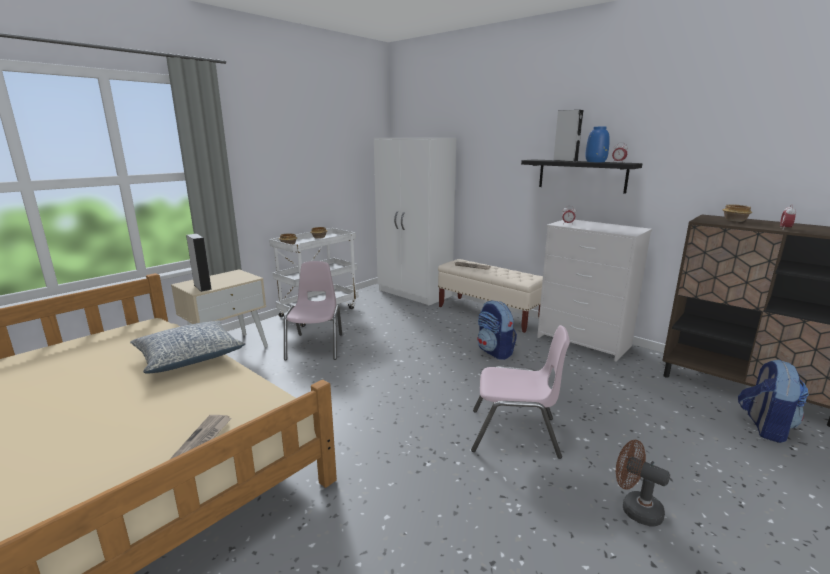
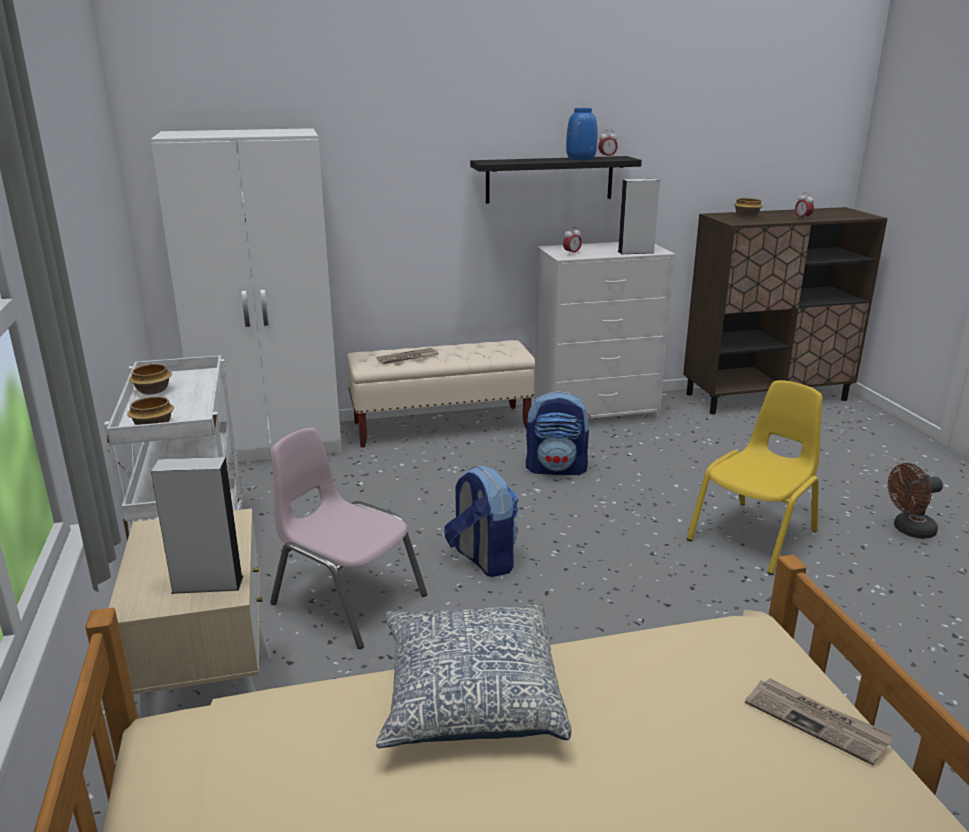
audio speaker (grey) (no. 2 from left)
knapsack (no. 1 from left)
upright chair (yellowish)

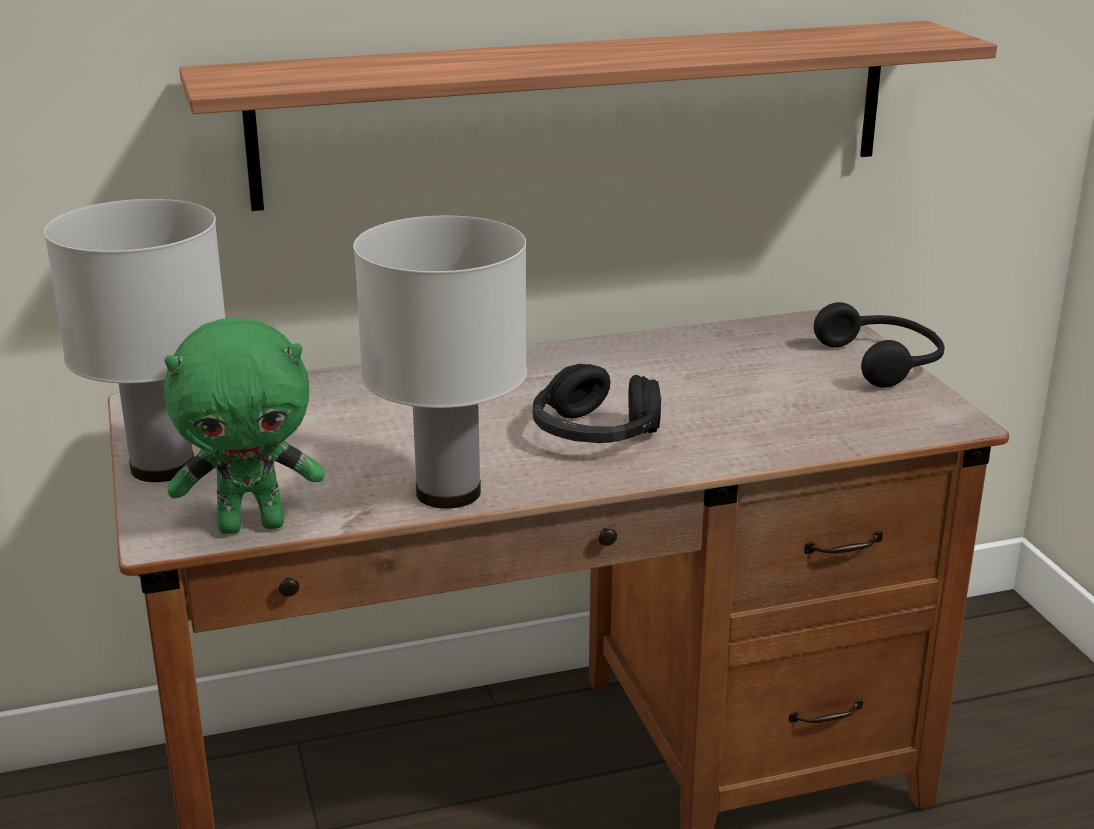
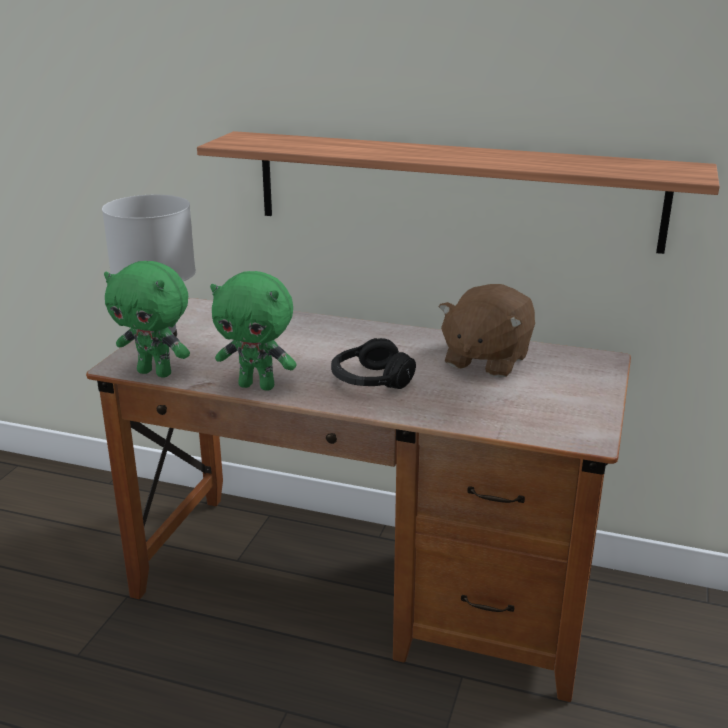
headset (black) (no. 2 from left in the first image)
plush toy (brownish)
plush toy (green-coloured) (no. 2 from left)

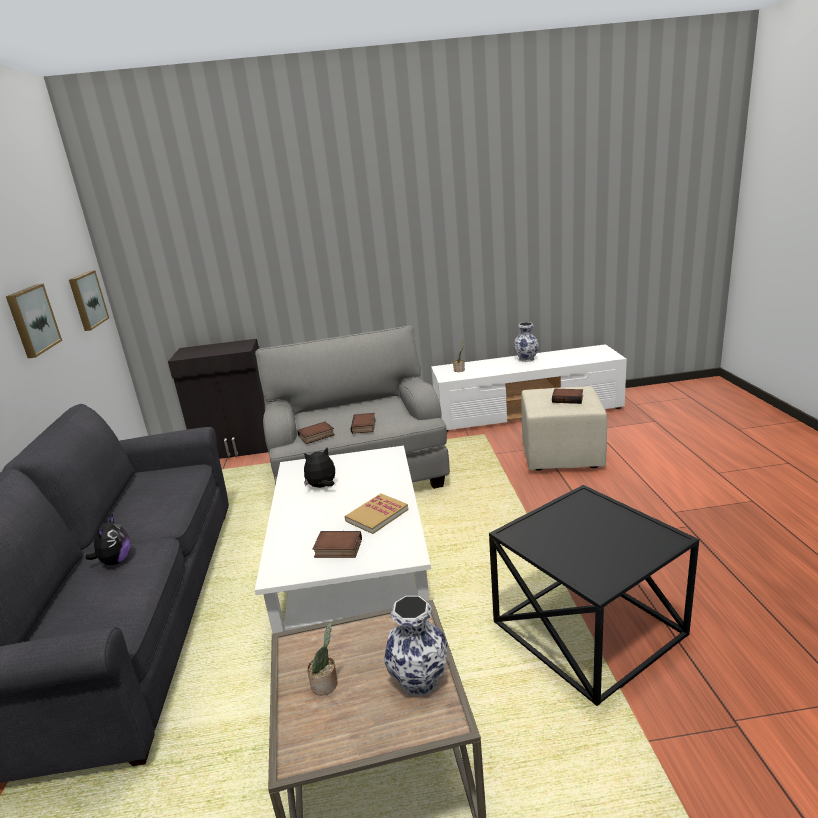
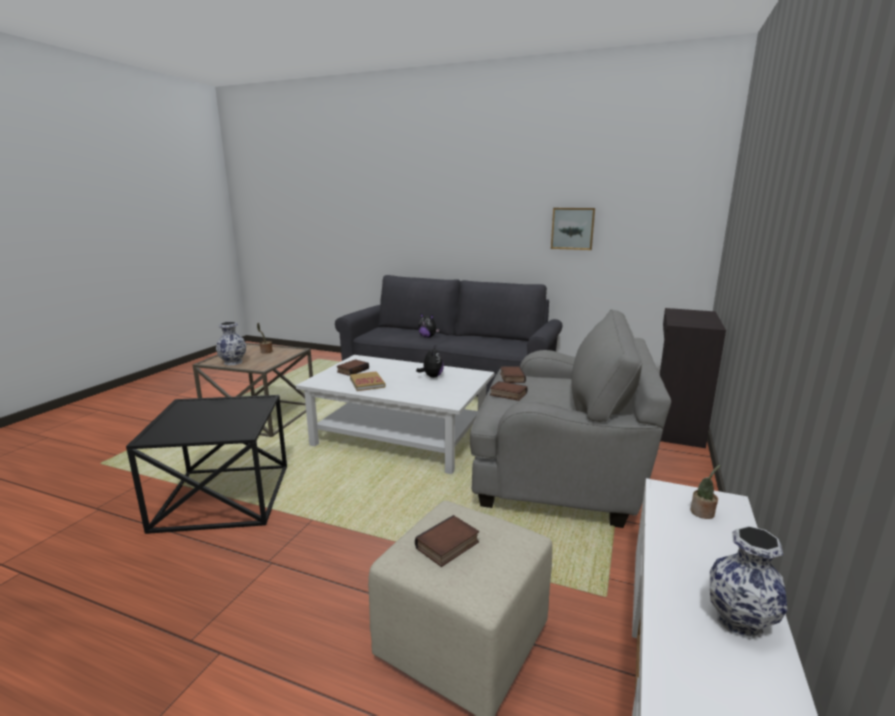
picture (no. 2 from left in the first image)

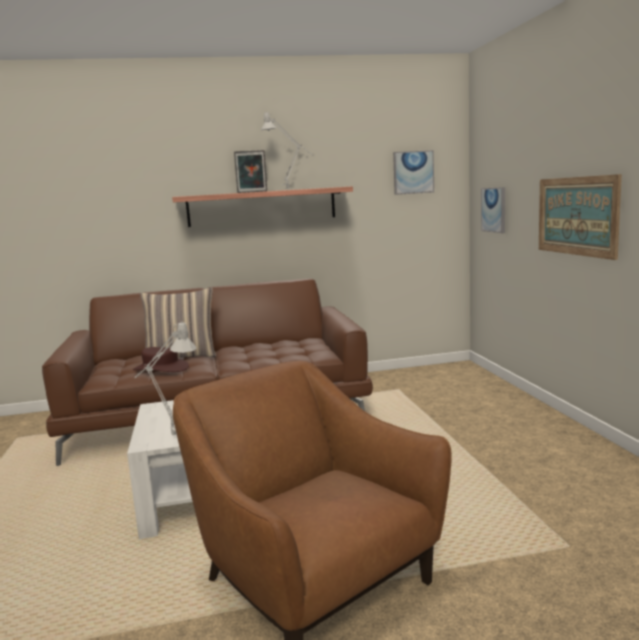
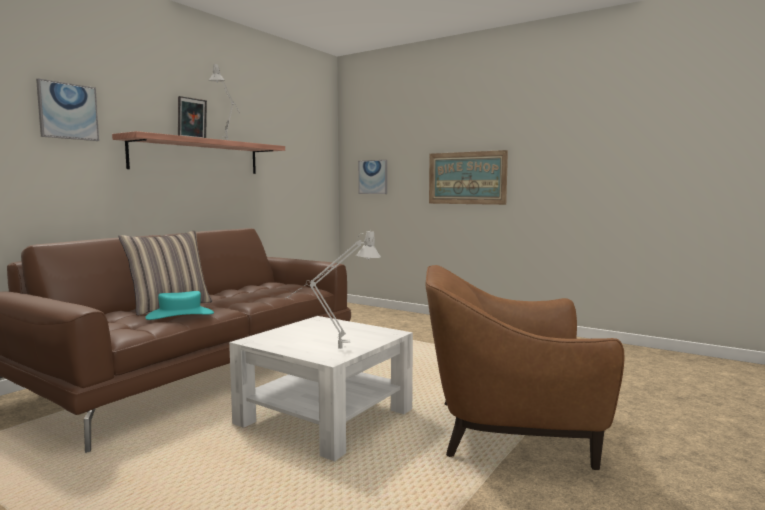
picture (no. 1 from left)
hat (turquoise)

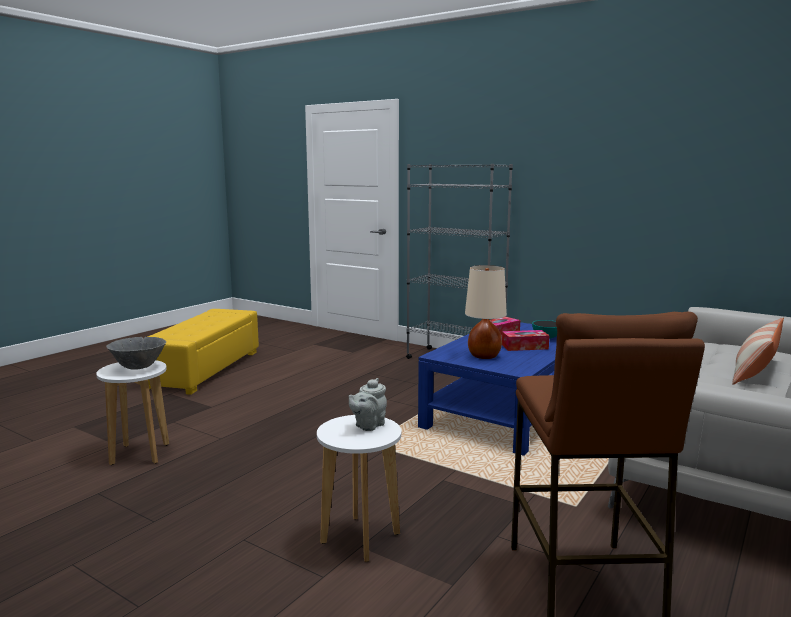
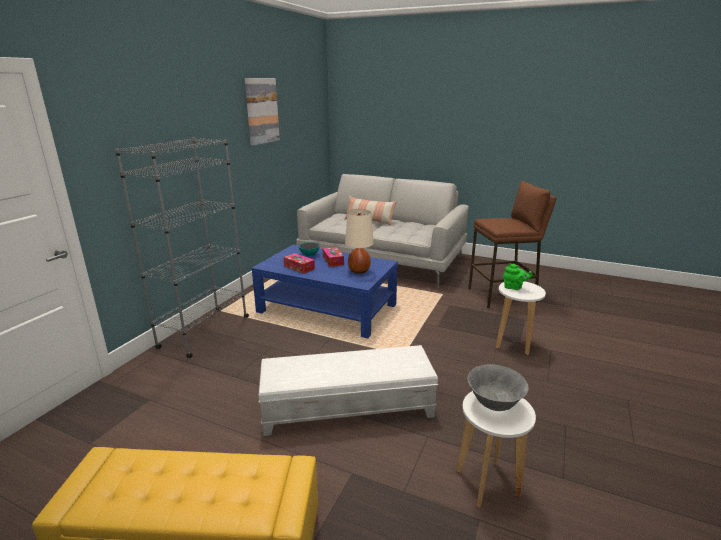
picture
pouffe (white-coloured)
teapot (green-coloured)

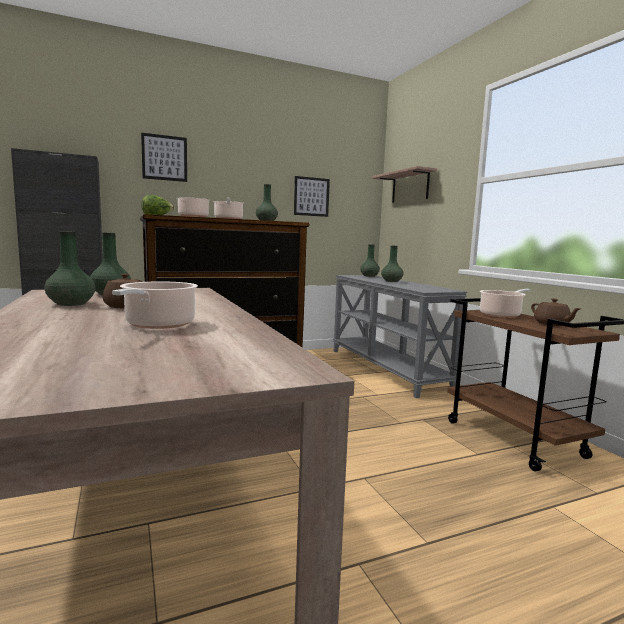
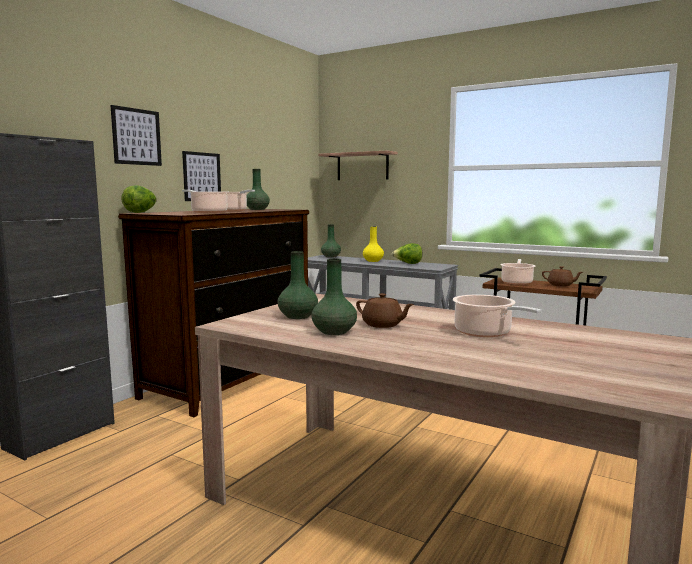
lettuce (no. 2 from left)
picture (no. 2 from left)
flower vase (yellowish)

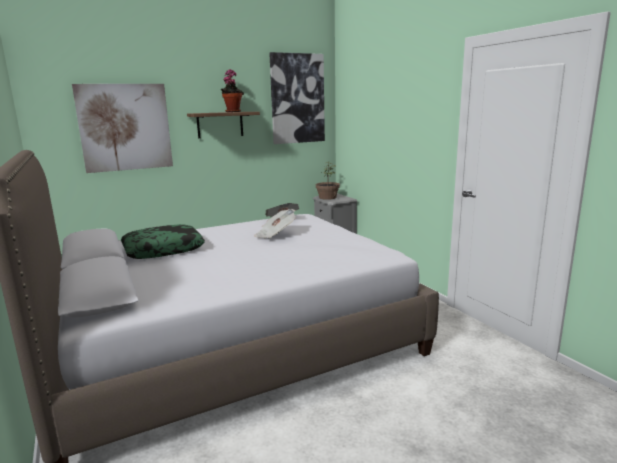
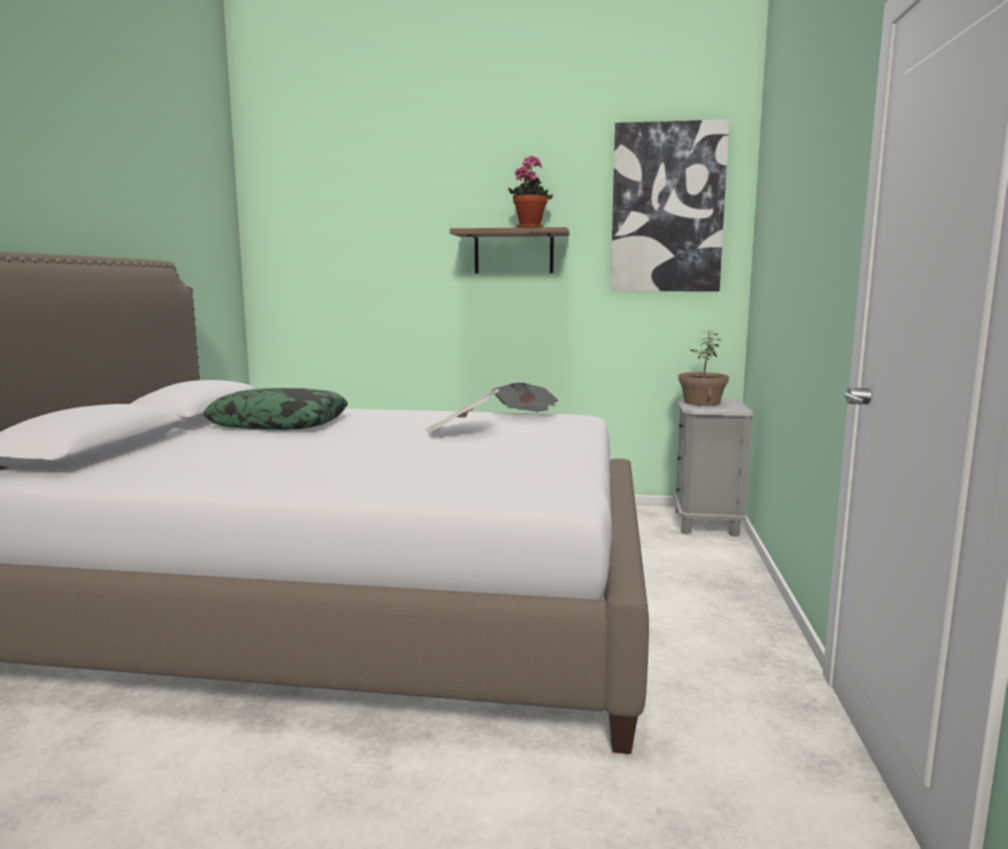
picture (no. 1 from left in the first image)

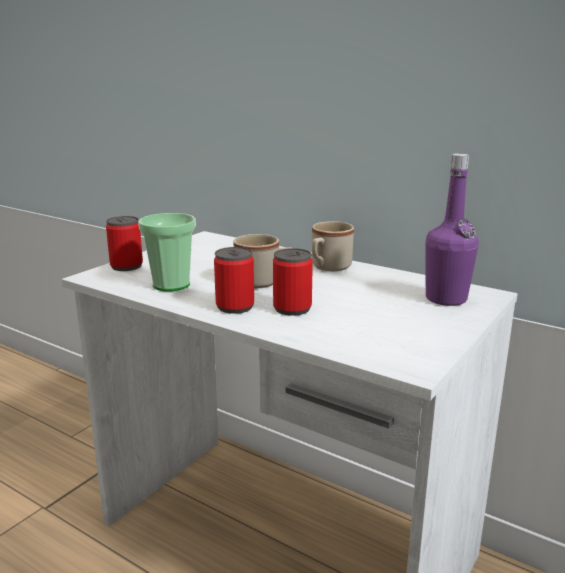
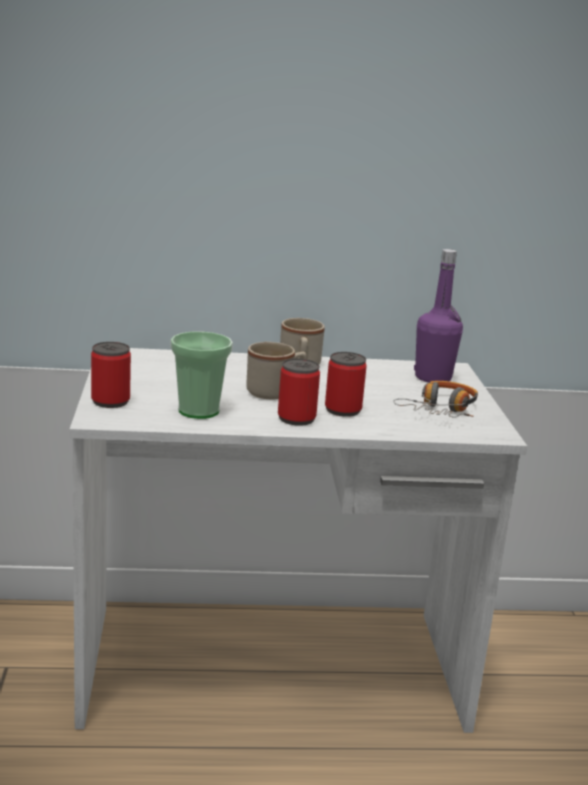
headset

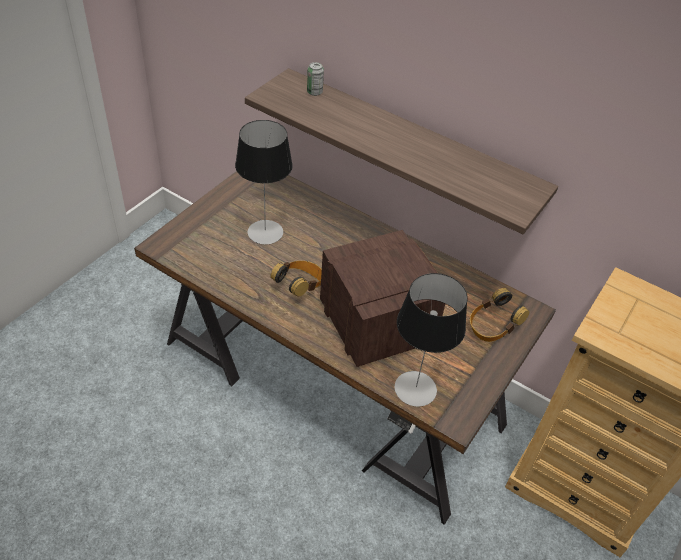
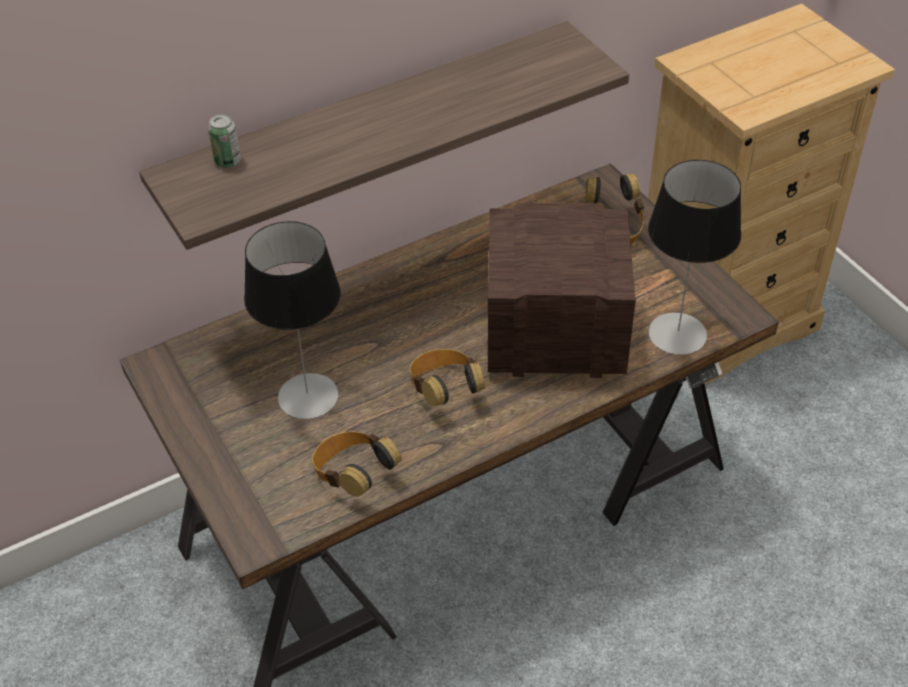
headset (no. 1 from left)

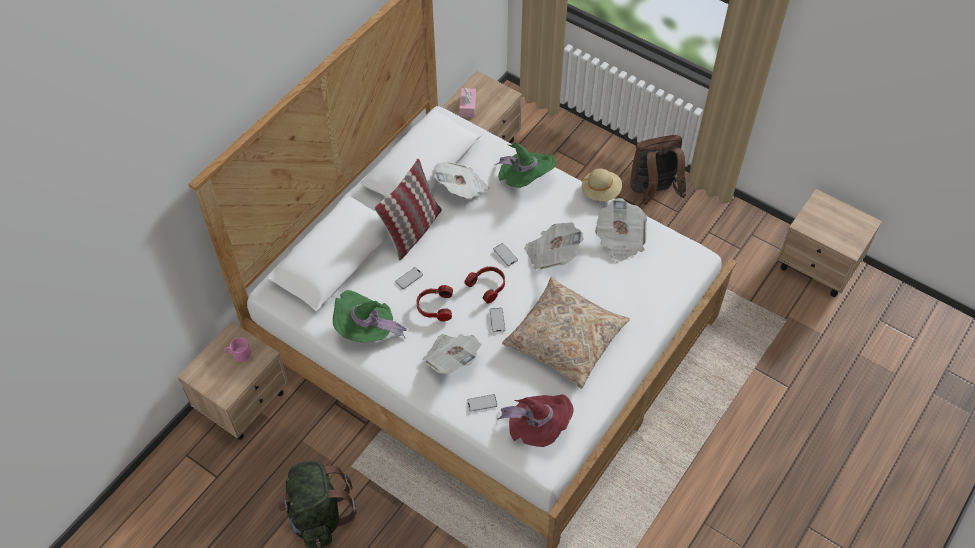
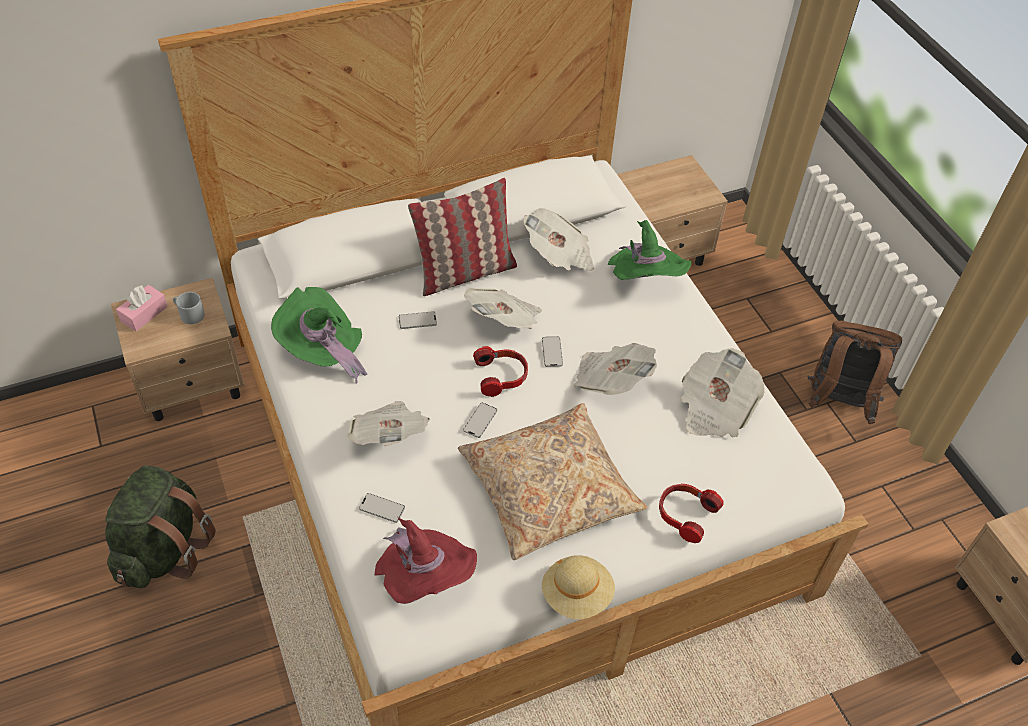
printed paper (no. 2 from left)
headset (no. 2 from left)
tissue box (pinkish)
hat (beige-coloured)
mug (grey)

